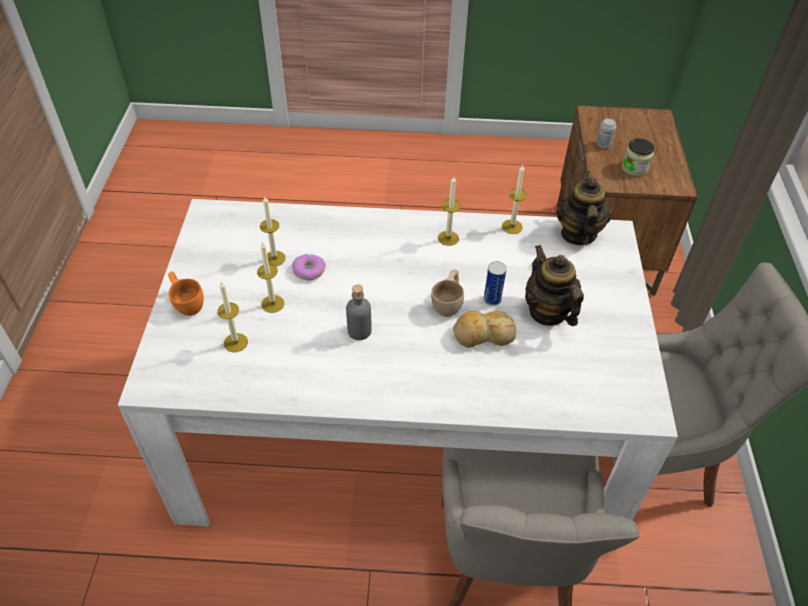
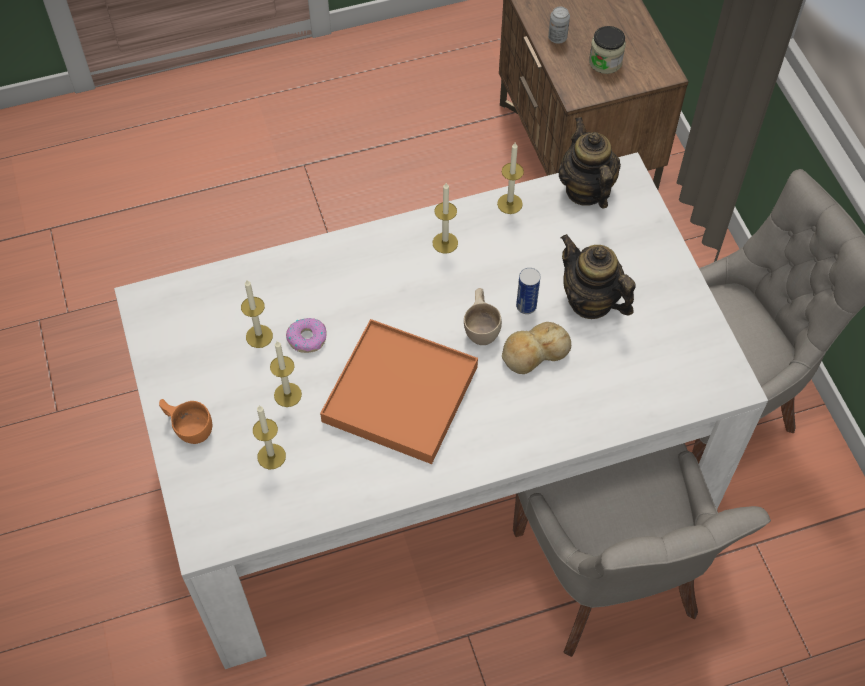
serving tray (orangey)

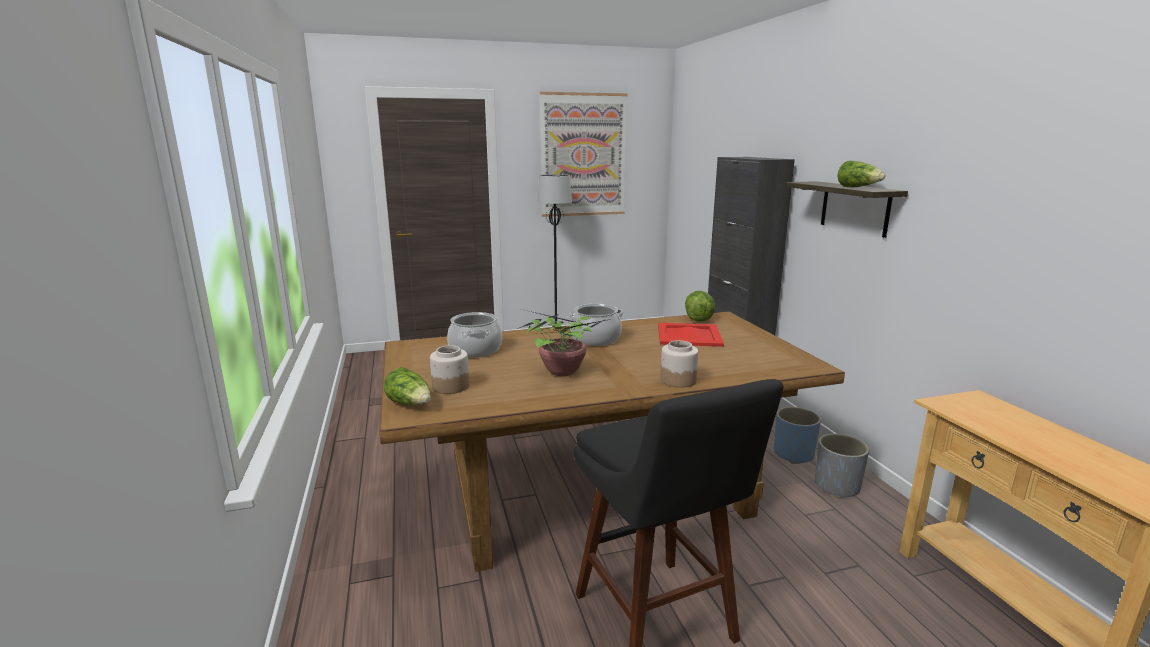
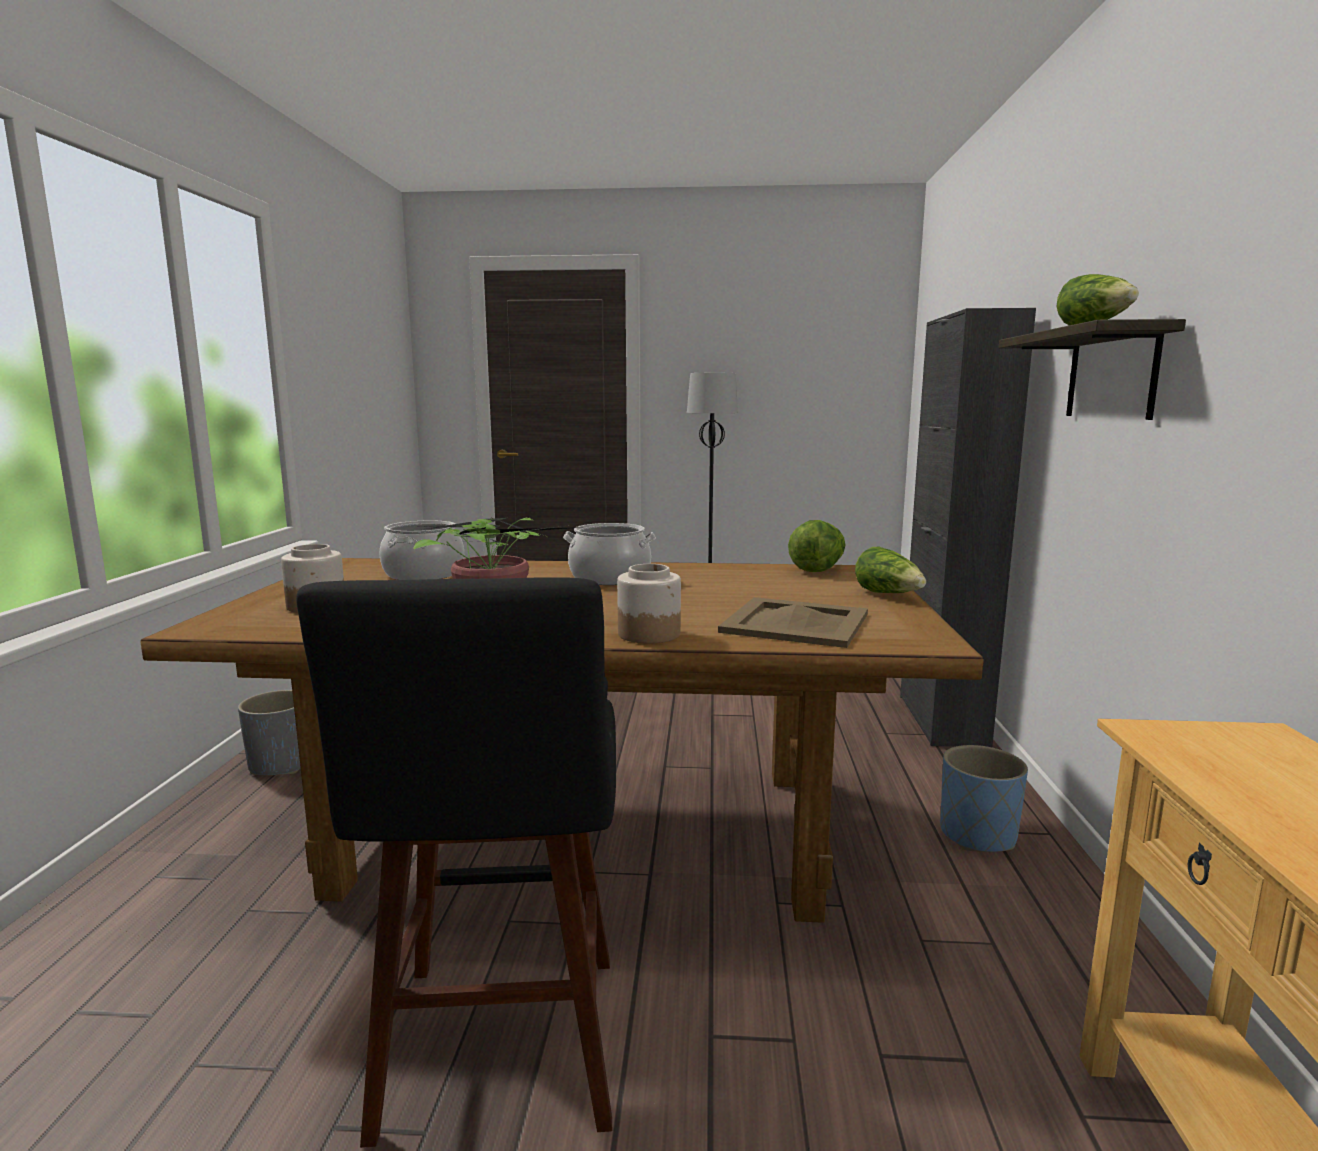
picture
serving tray (red-coloured)
serving tray (beige-coloured)
lettuce (no. 2 from left)
planter (grey)

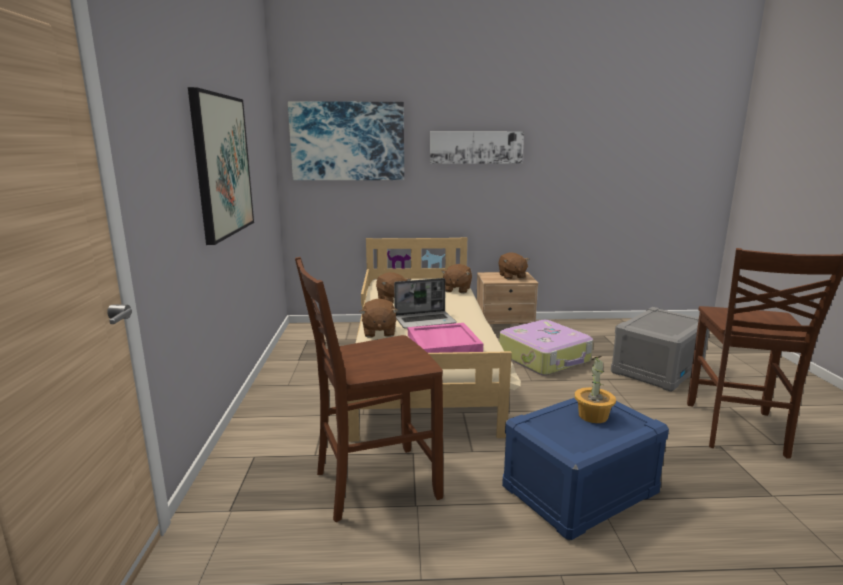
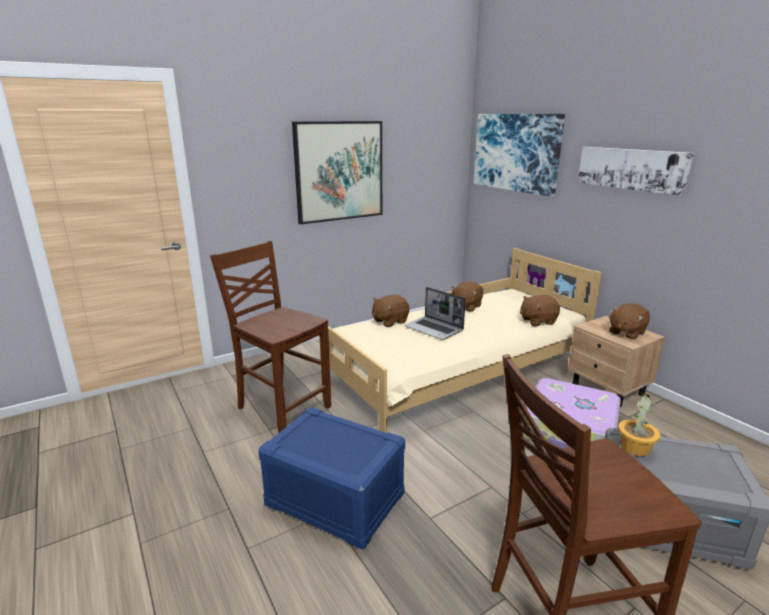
serving tray (pinkish)
plant in a pot

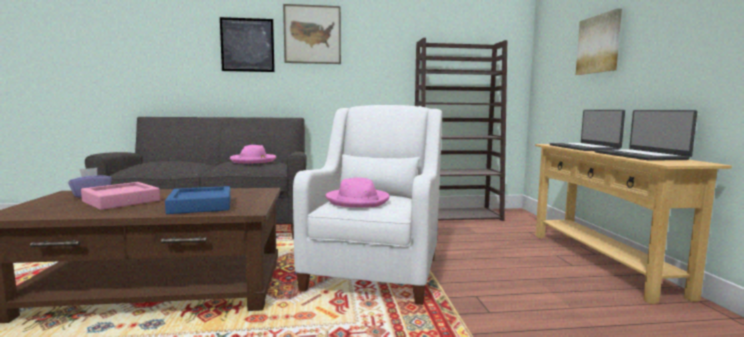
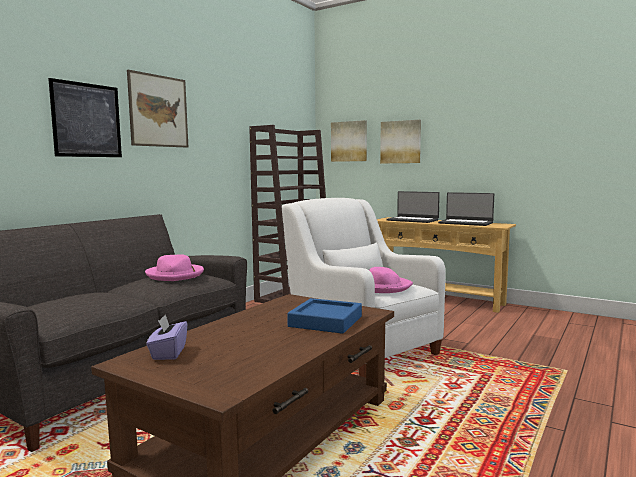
serving tray (pinkish)
picture (no. 3 from left)

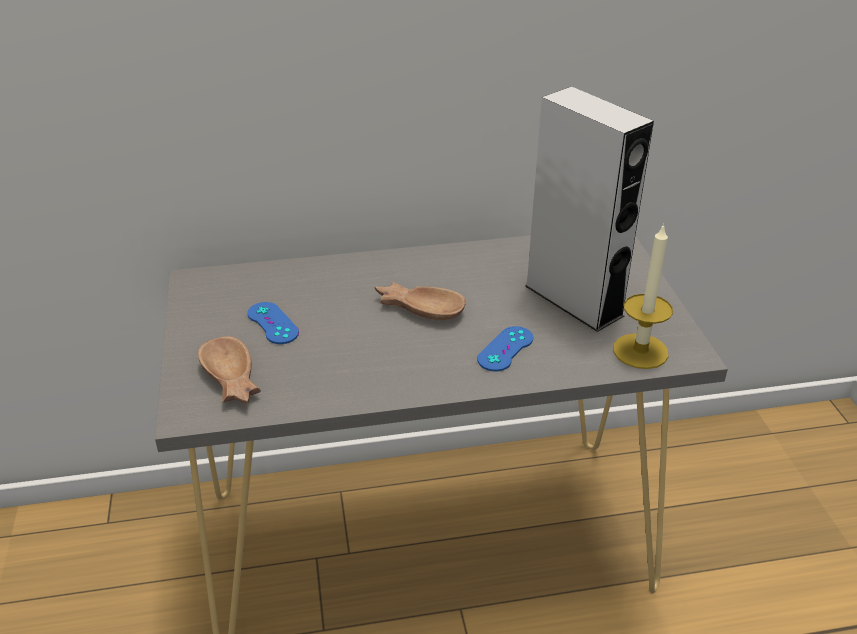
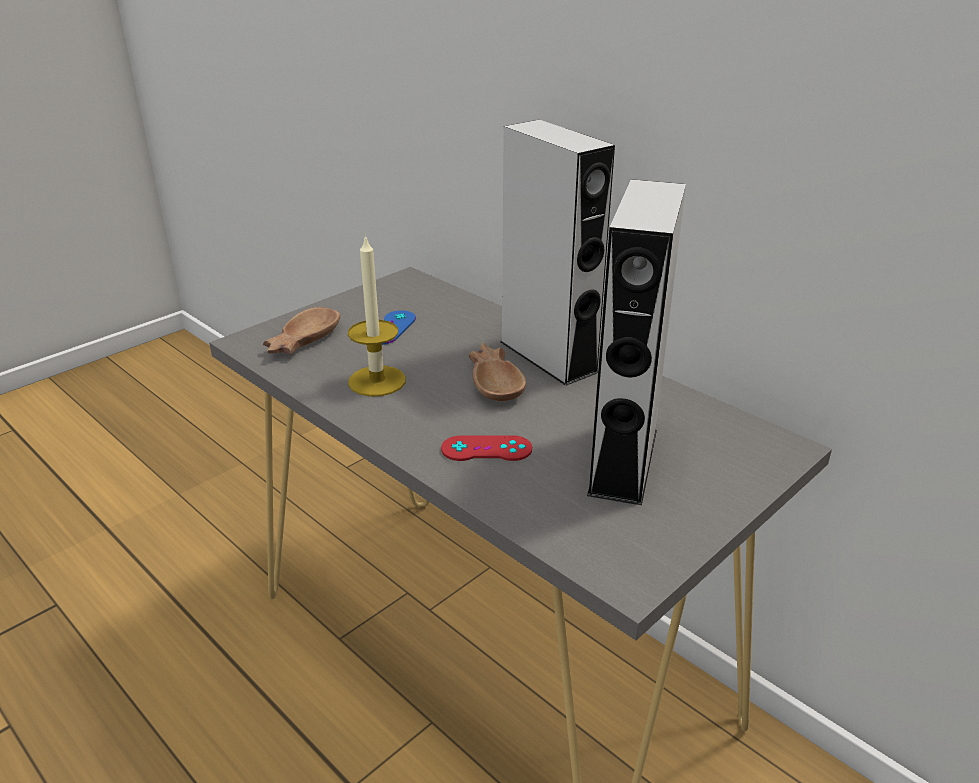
audio speaker (grey) (no. 1 from left)
wax candle
joypad (red-coloured)

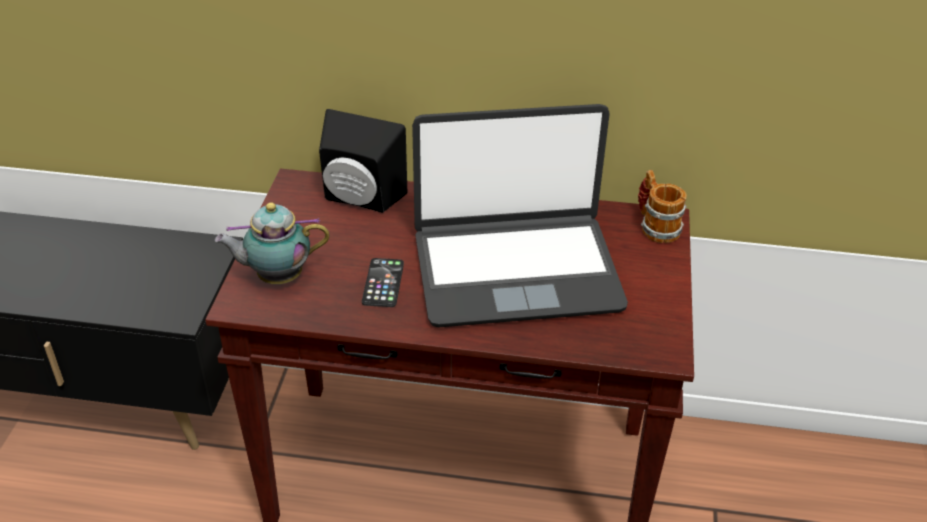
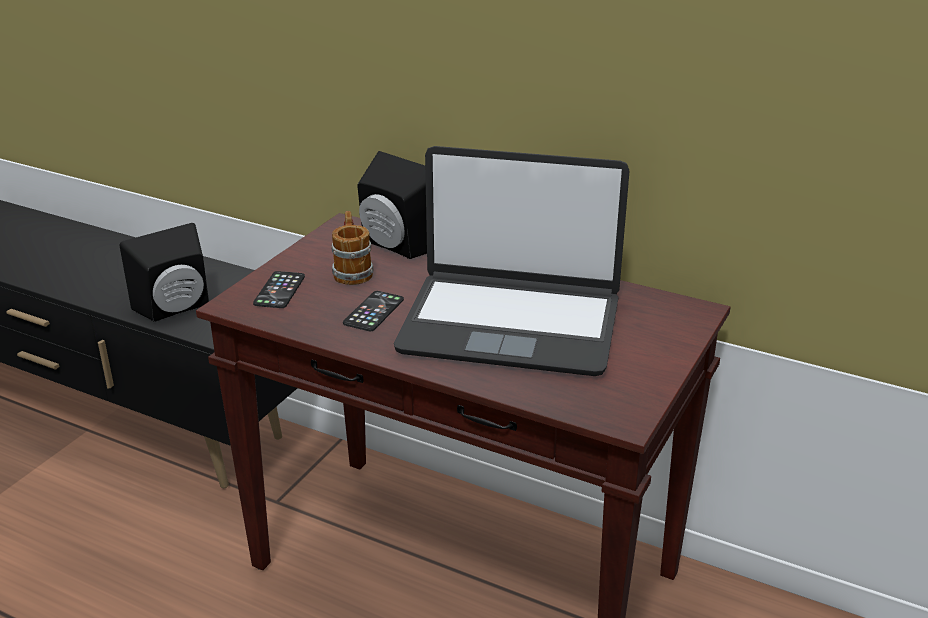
audio speaker (black) (no. 1 from left)
mug
handset (no. 1 from left)

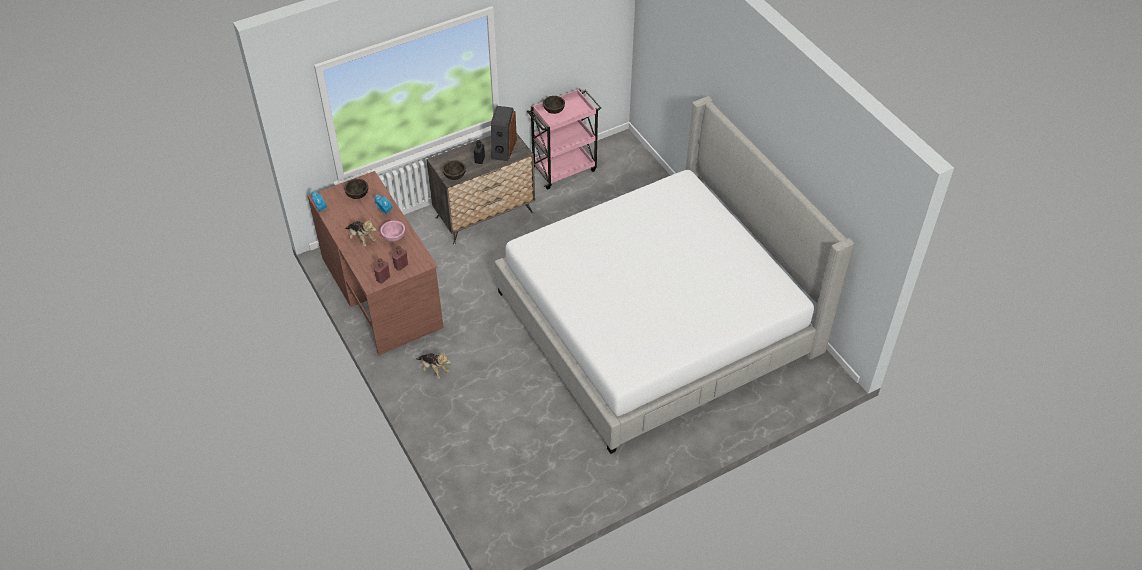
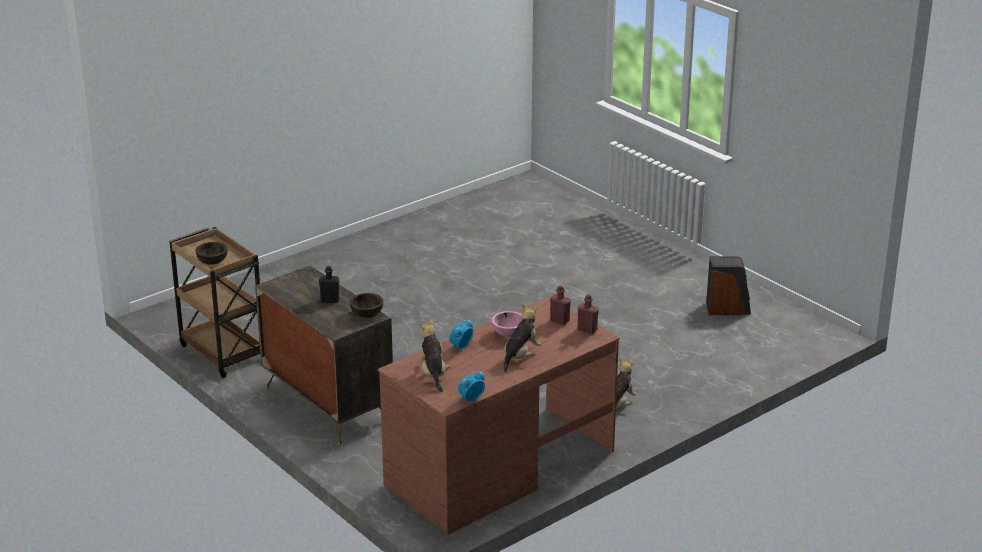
bedroom bed
audio speaker
plush toy (no. 1 from left)
cart (brownish)

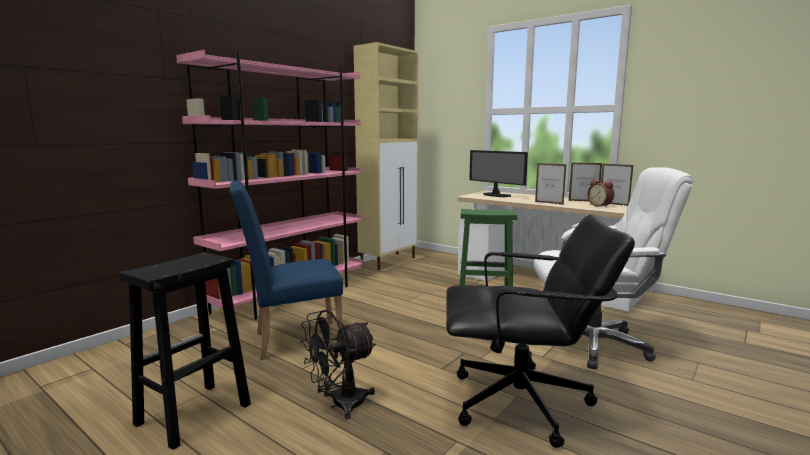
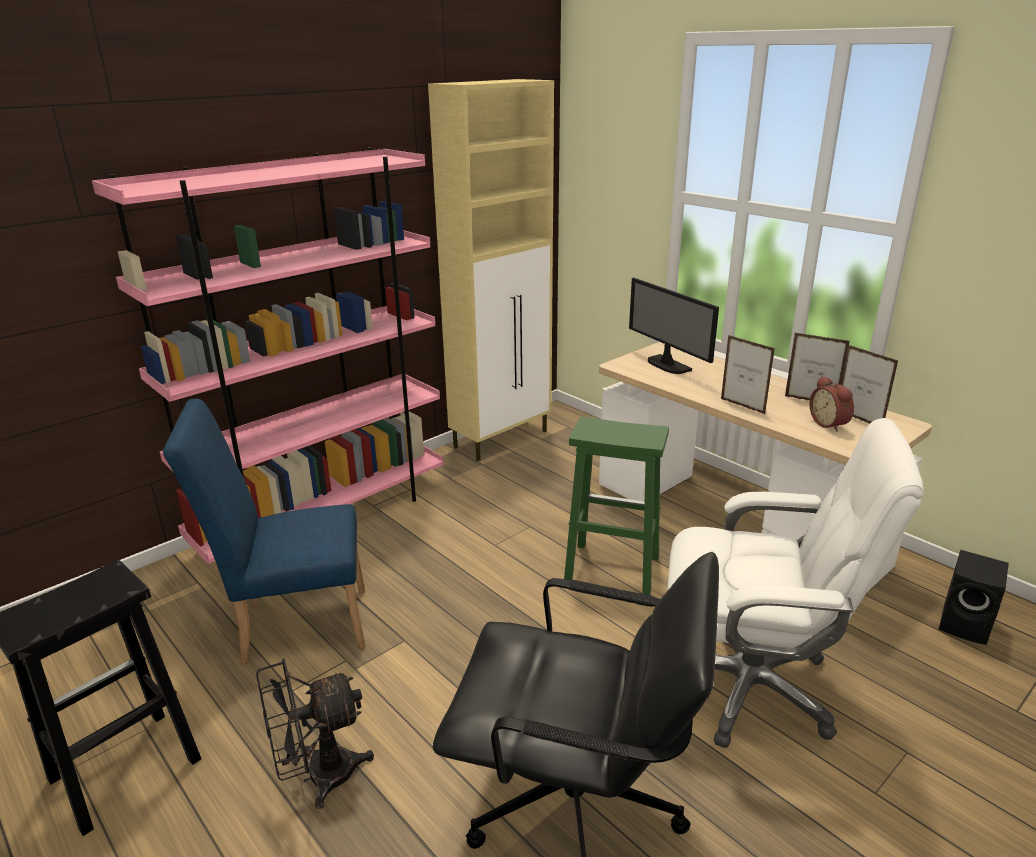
audio speaker (black)

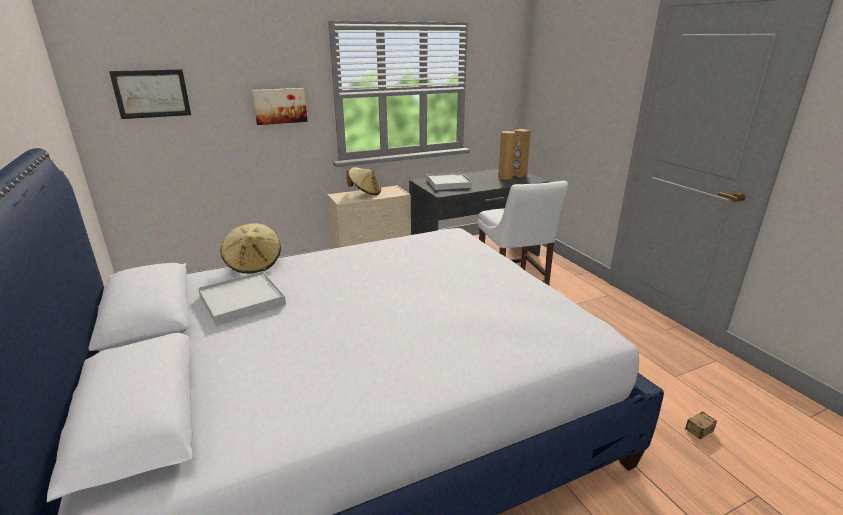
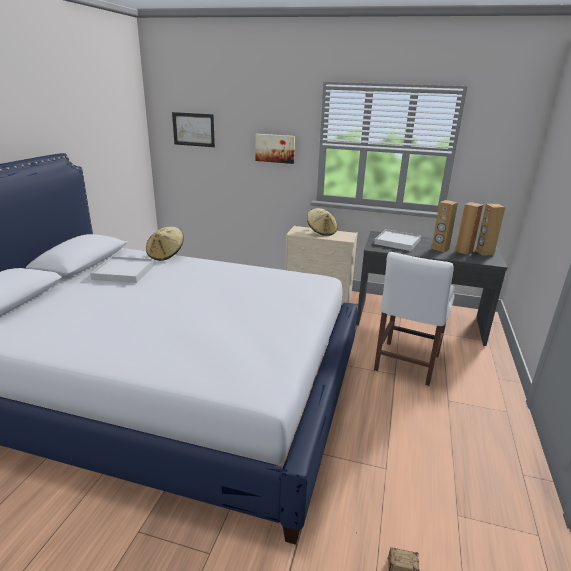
audio speaker (brownish) (no. 1 from left)

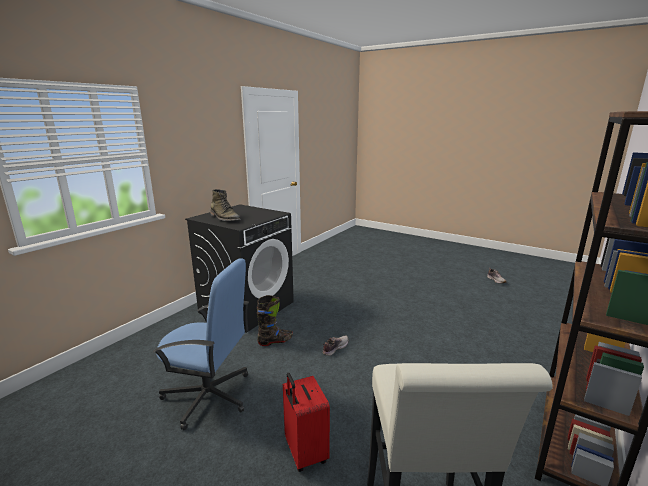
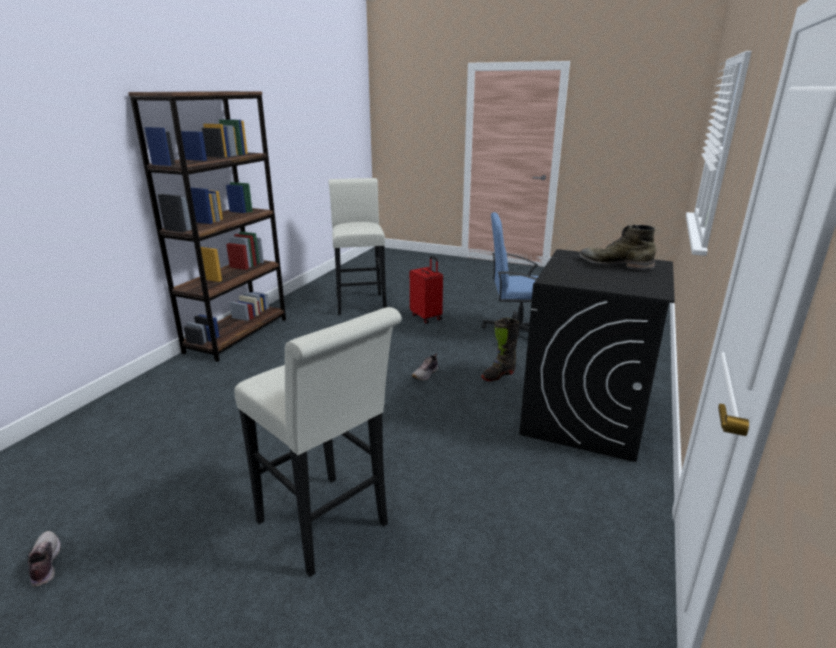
stool seat (white-coloured) (no. 1 from left)

